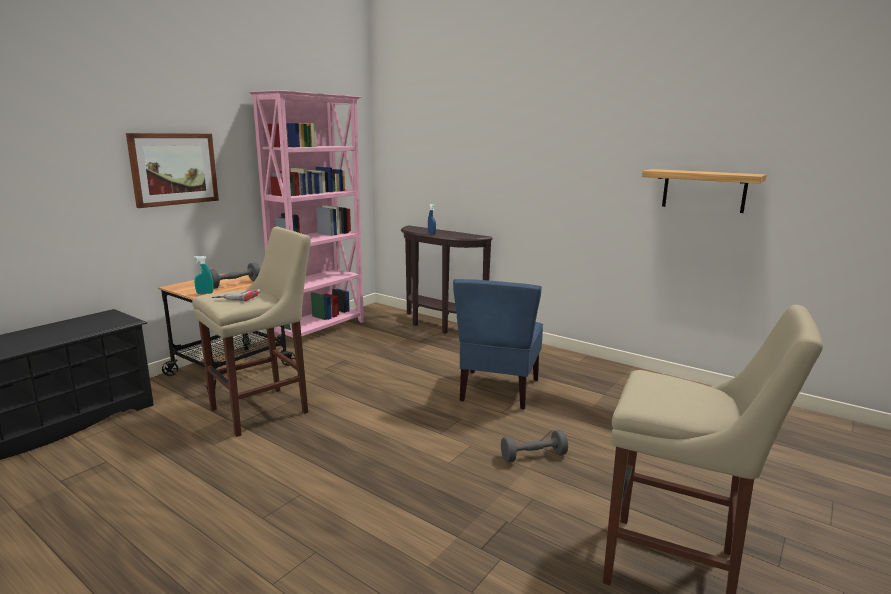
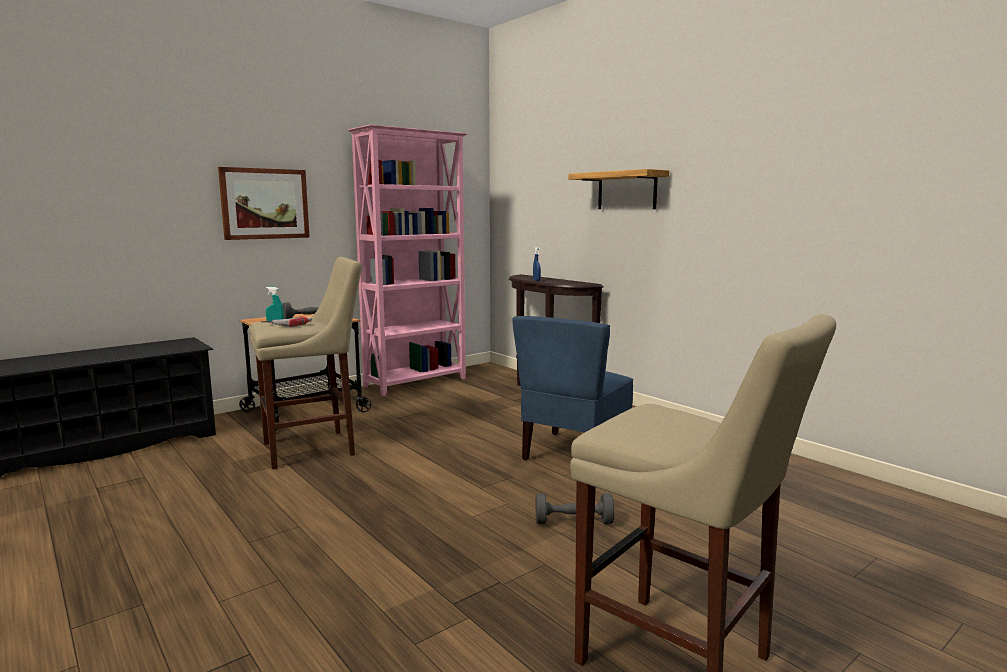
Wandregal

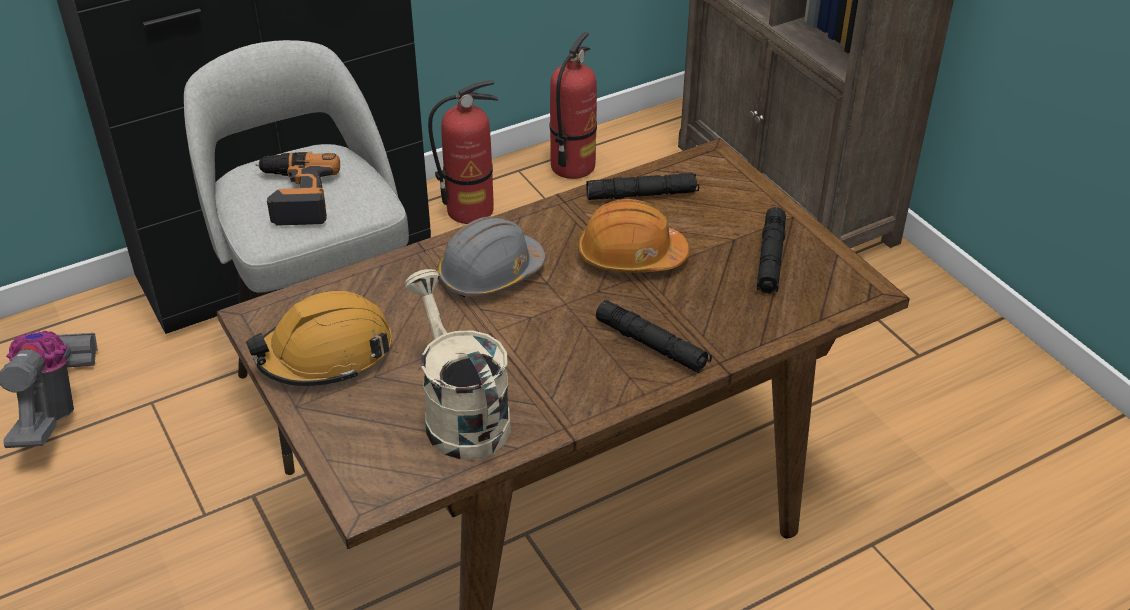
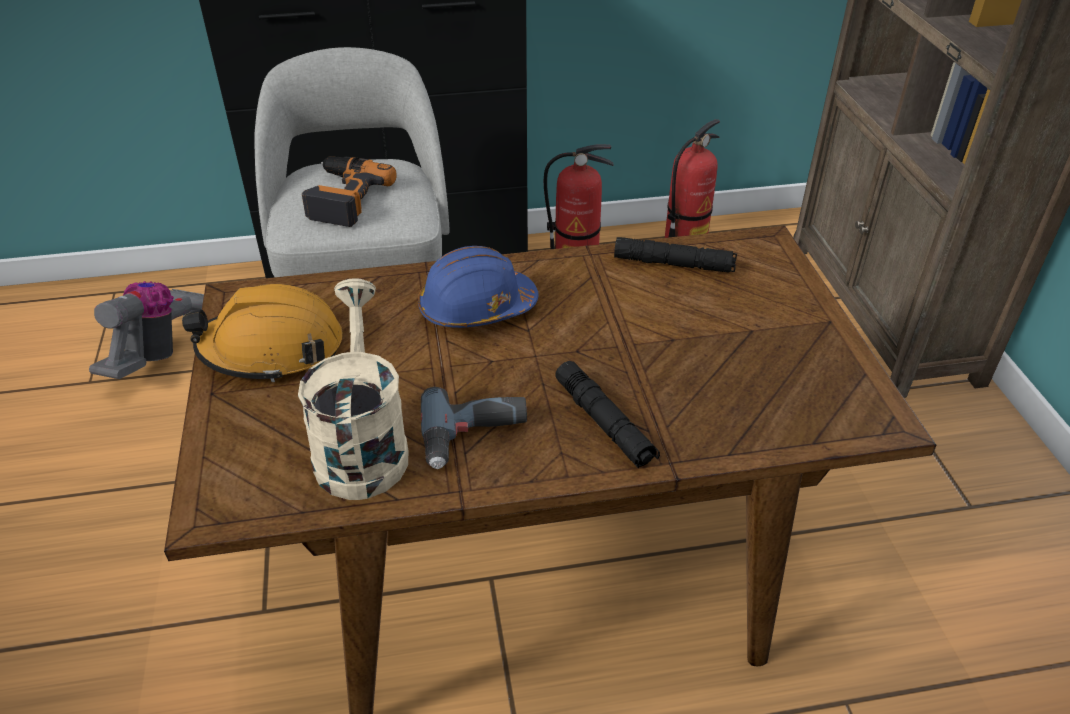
Schutzhelm/orange (2nd from left in the first image)
Taschenlampe/schwarz (3rd from left in the first image)
Schutzhelm/blau
Bohrmaschine (2nd from left)

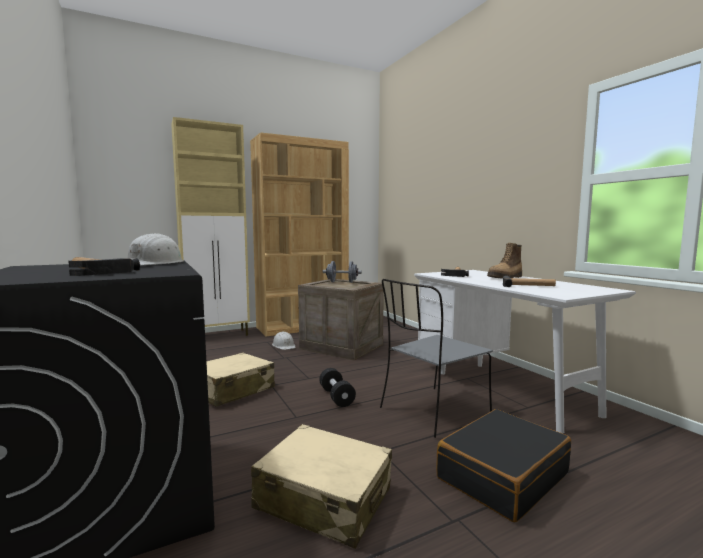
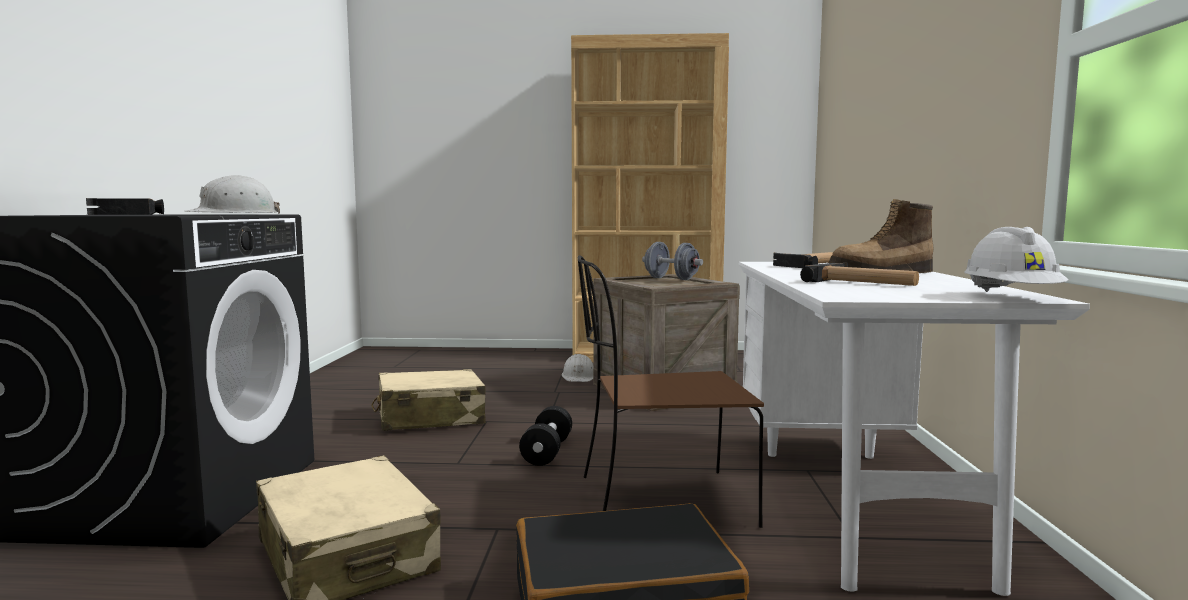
Schrank/beige
Stuhl/braun
Schutzhelm/weiß (3rd from left)

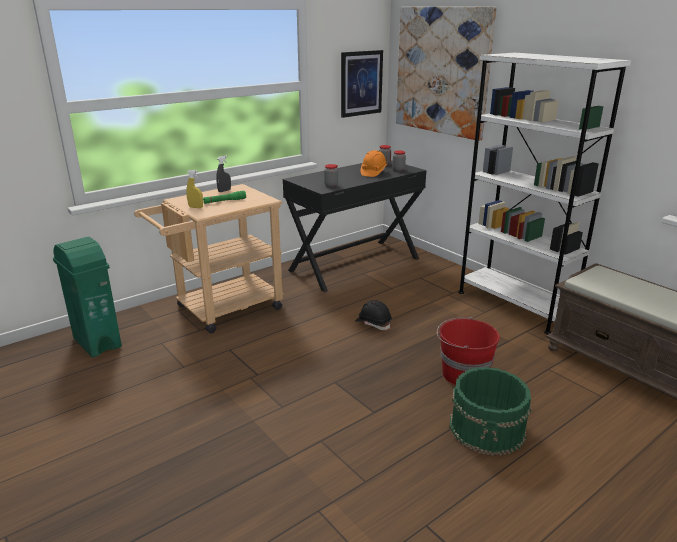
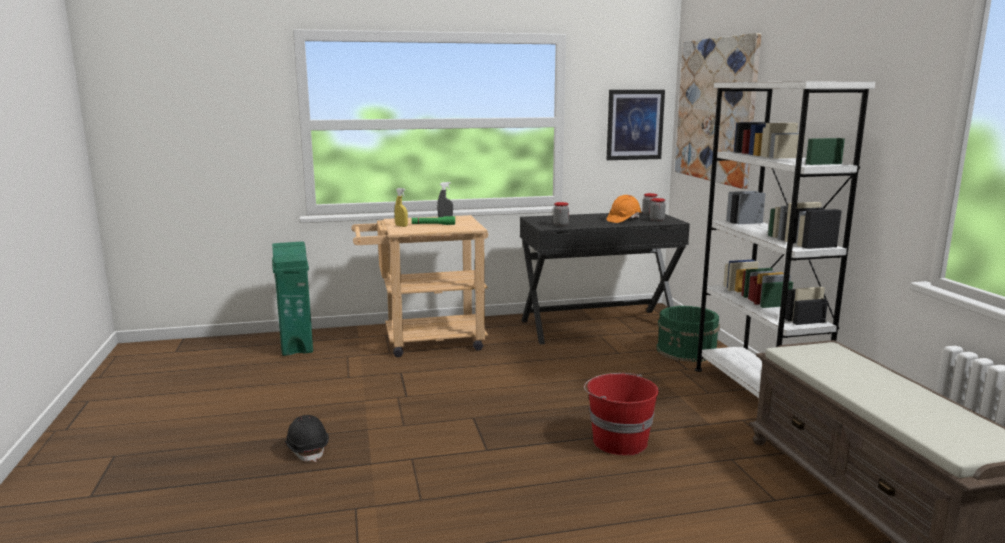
Schutzhelm/schwarz
Eimer/grün

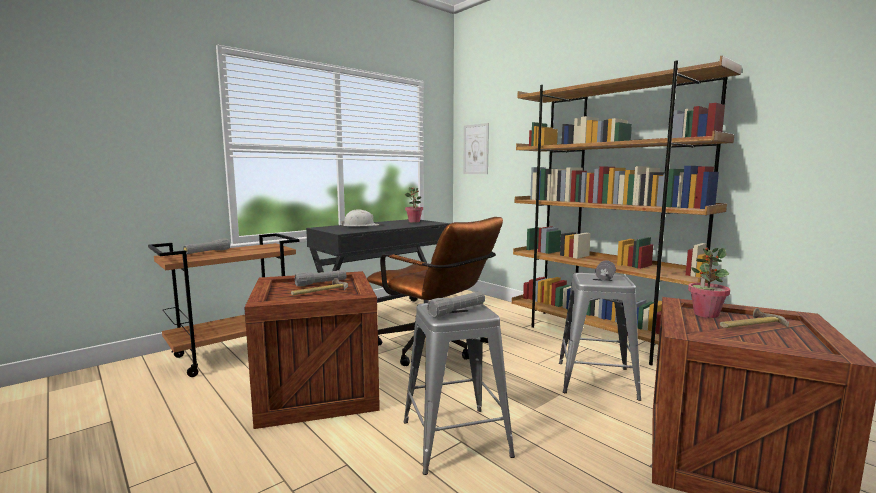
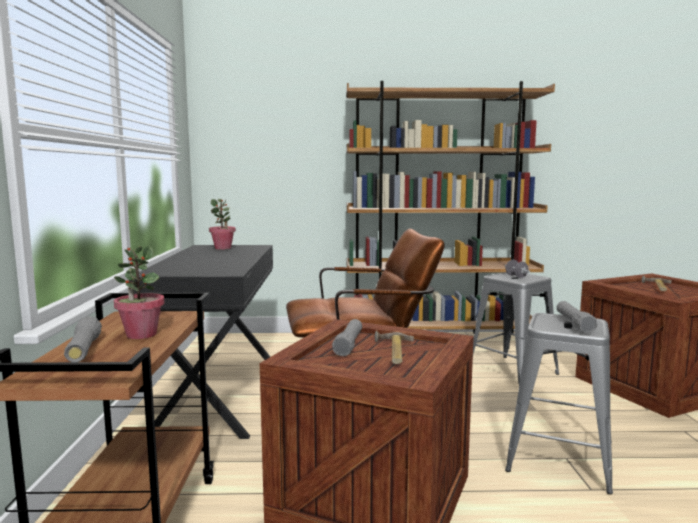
Bild
Schutzhelm/weiß
Topfpflanze (1st from left)

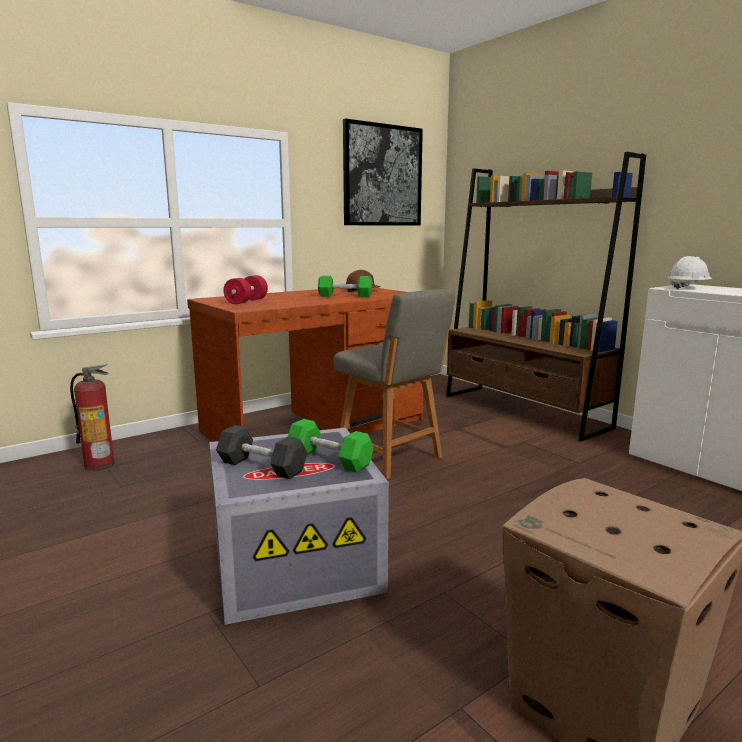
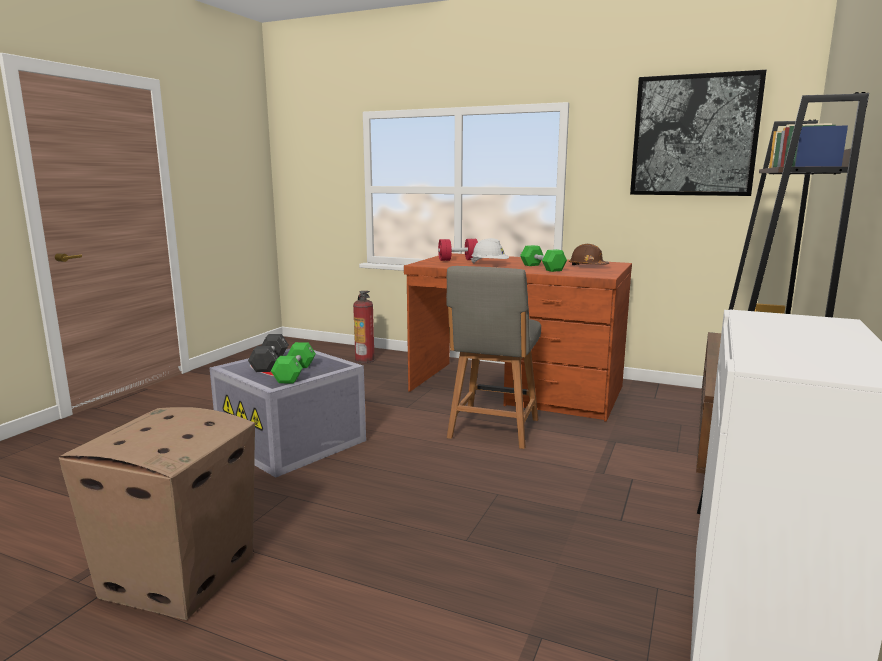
Schutzhelm/weiß

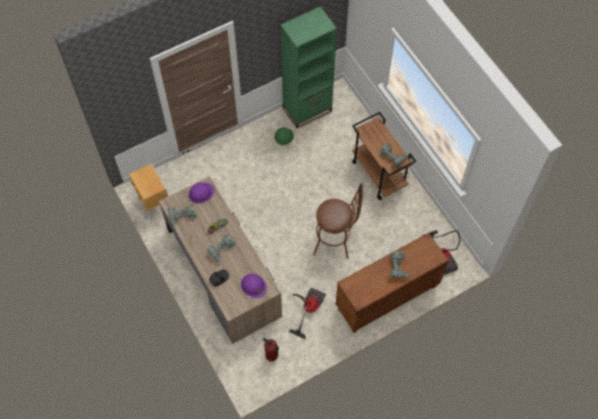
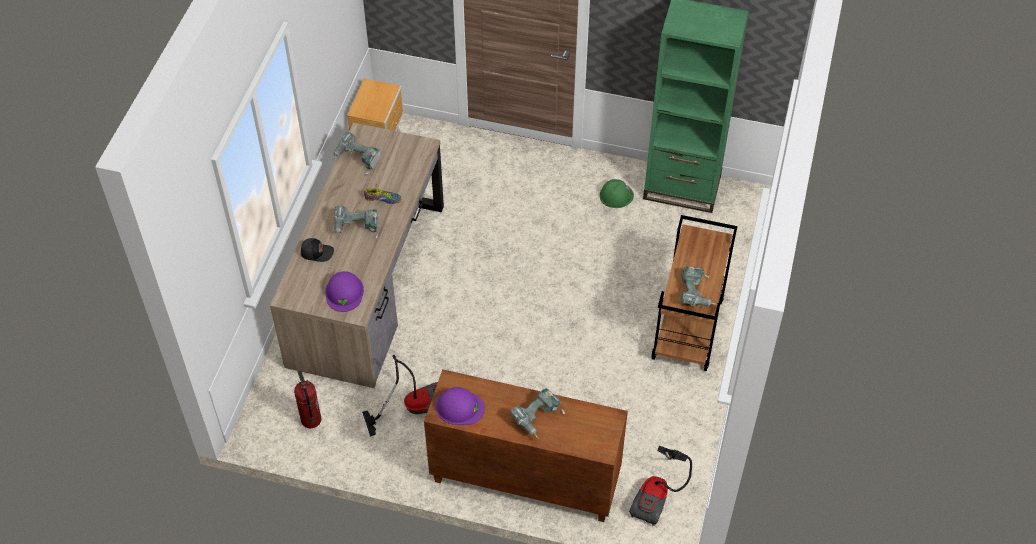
Schutzhelm/lila (2nd from left)
Hocker/braun

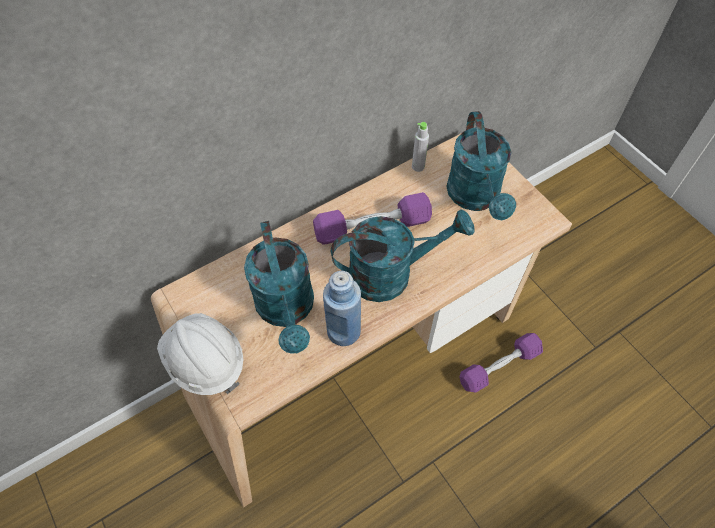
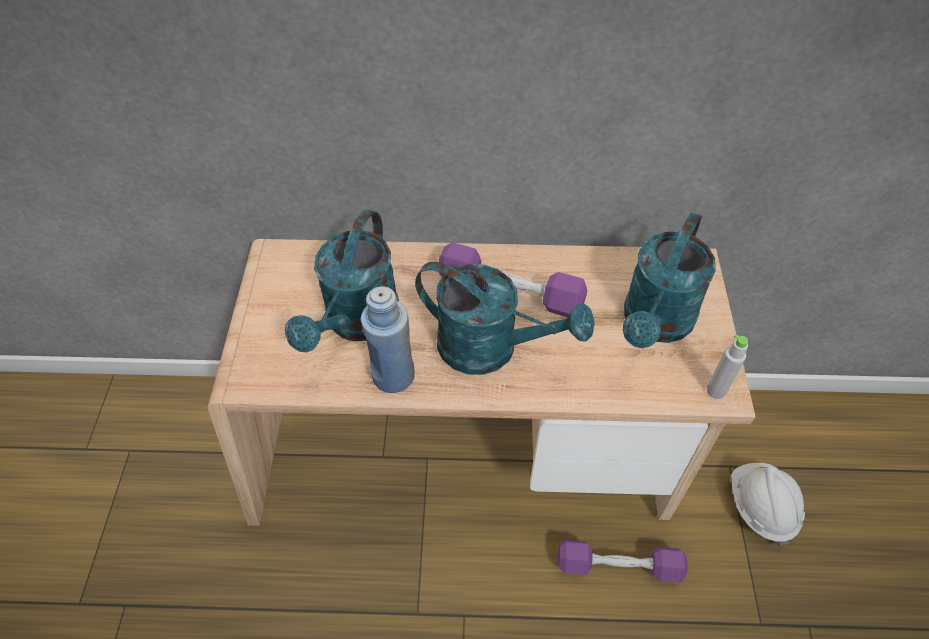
Flasche/grau
Schutzhelm/weiß

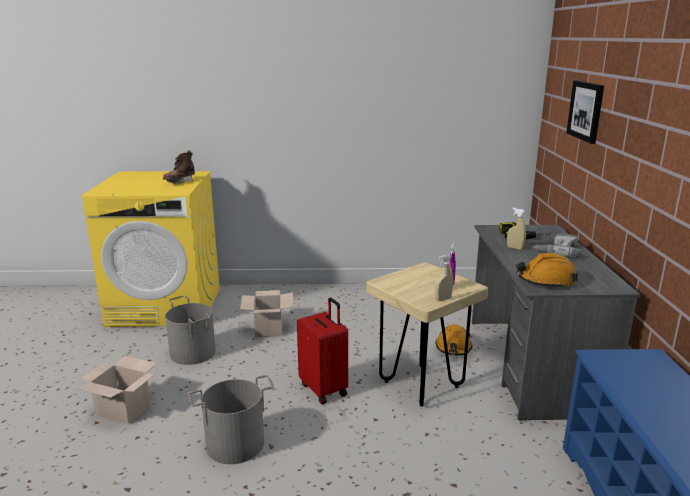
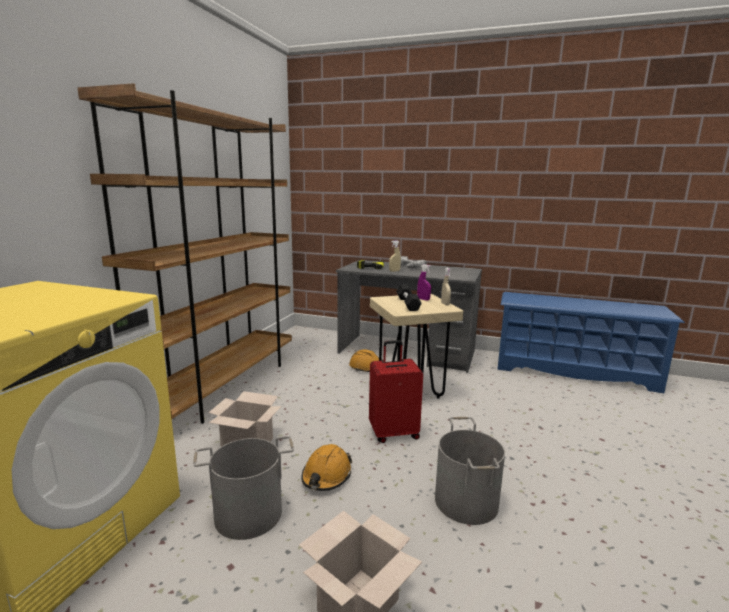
Bild
Stiefel/braun
Schutzhelm/orange (1st from left)
Bücherregal/braun
Hantel/schwarz

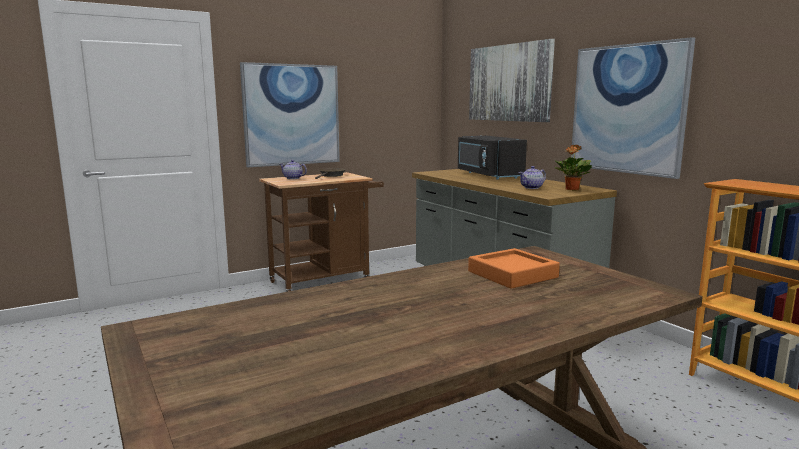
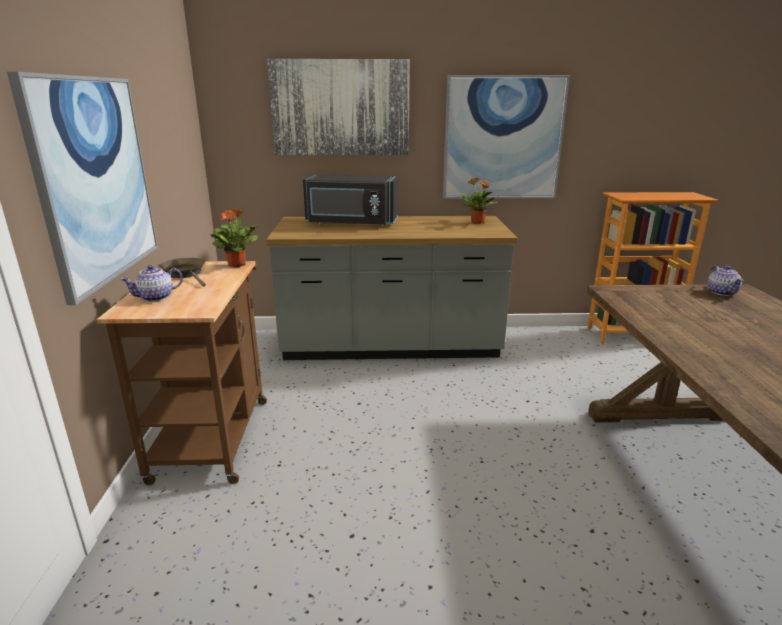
Teekanne (2nd from left)
Tablett/orange
Topfpflanze (1st from left)

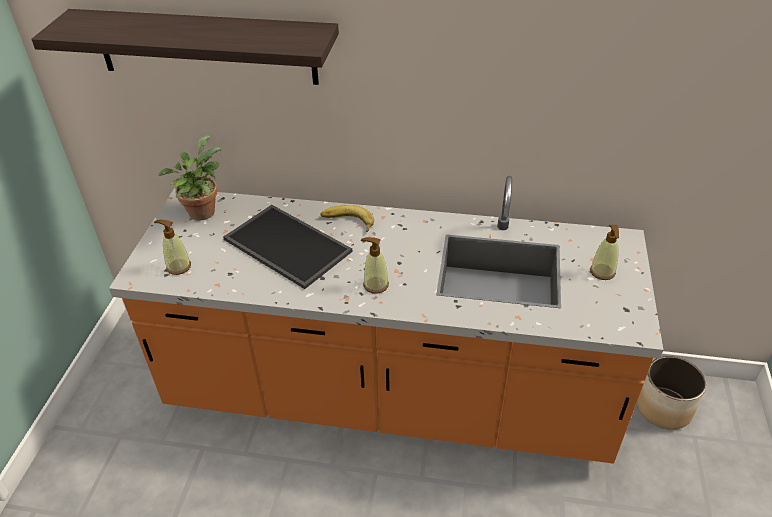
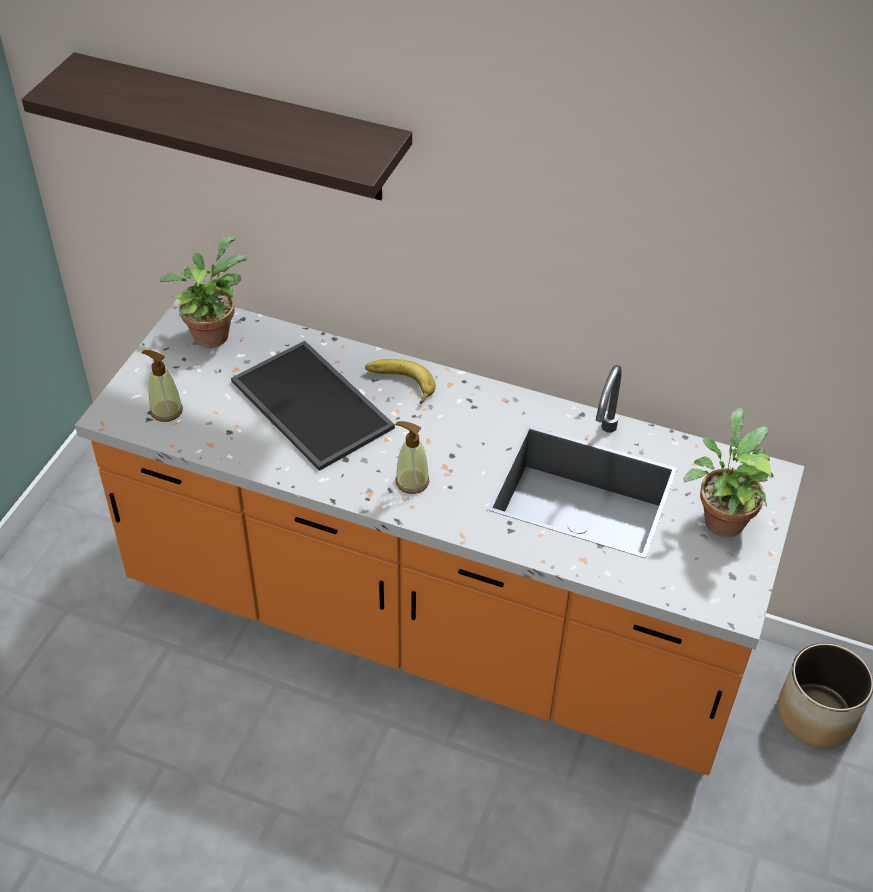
Topfpflanze (2nd from left)

